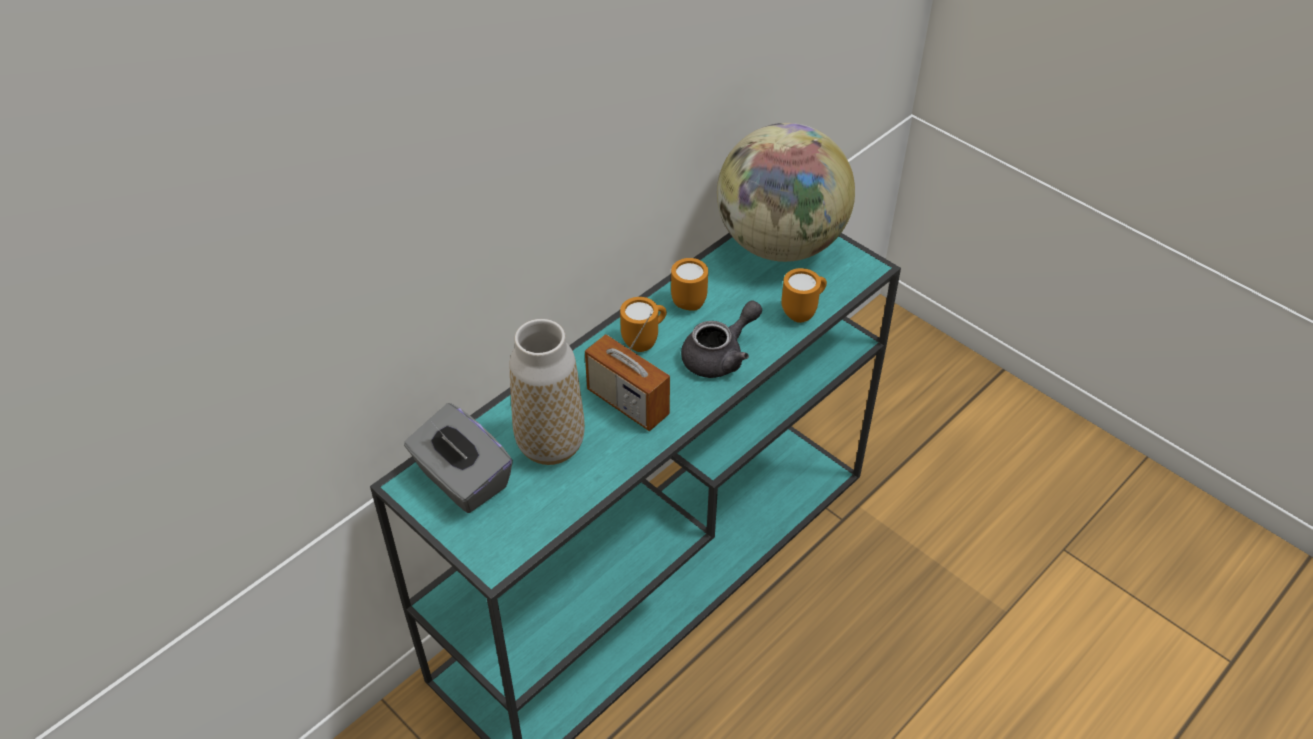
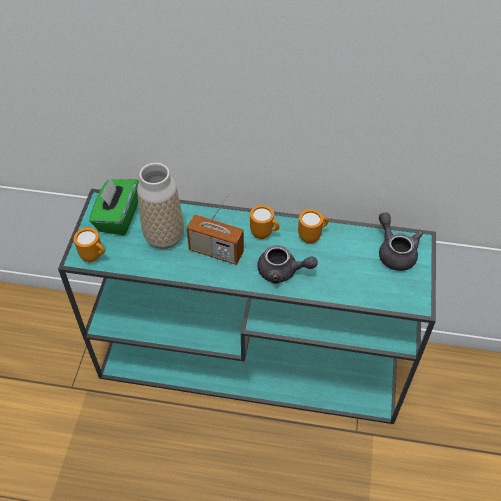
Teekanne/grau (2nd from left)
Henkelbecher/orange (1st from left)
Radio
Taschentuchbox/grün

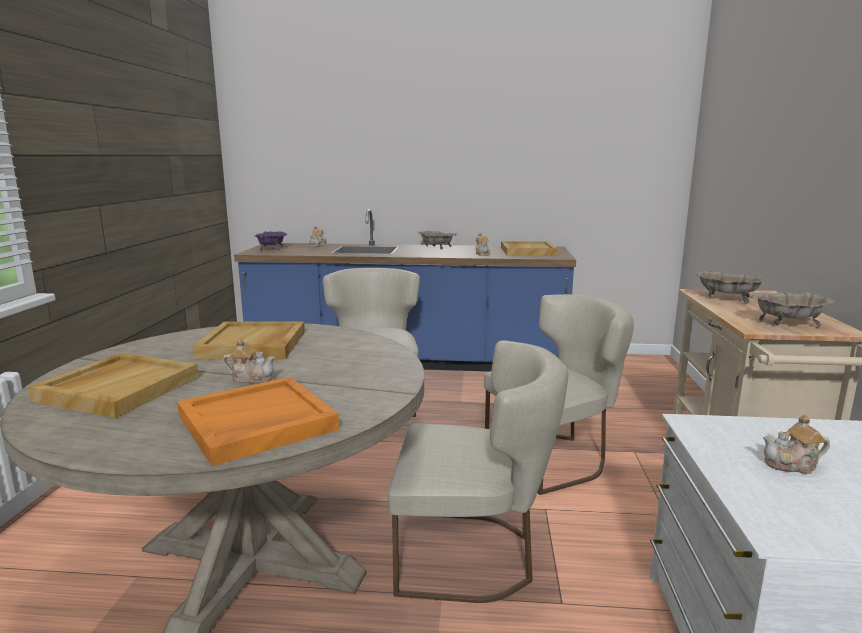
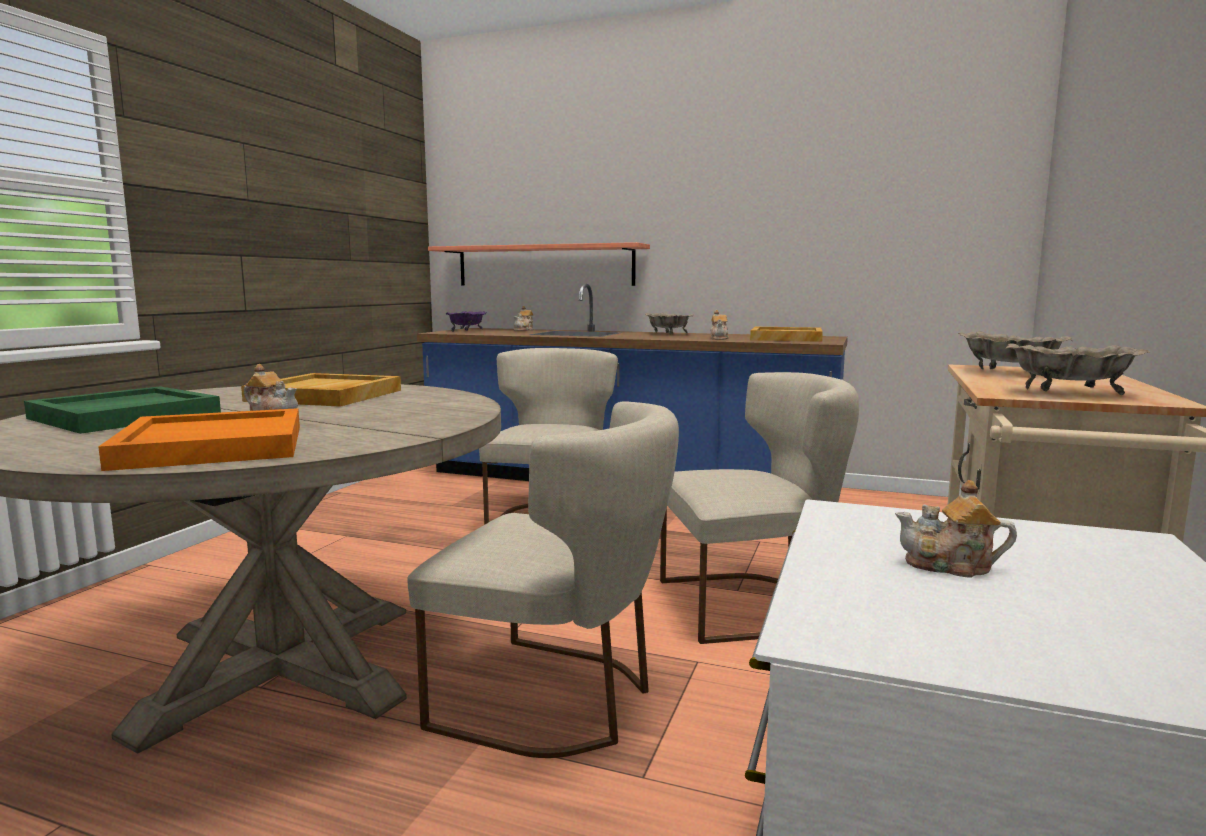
Tablett/grün
Wandregal

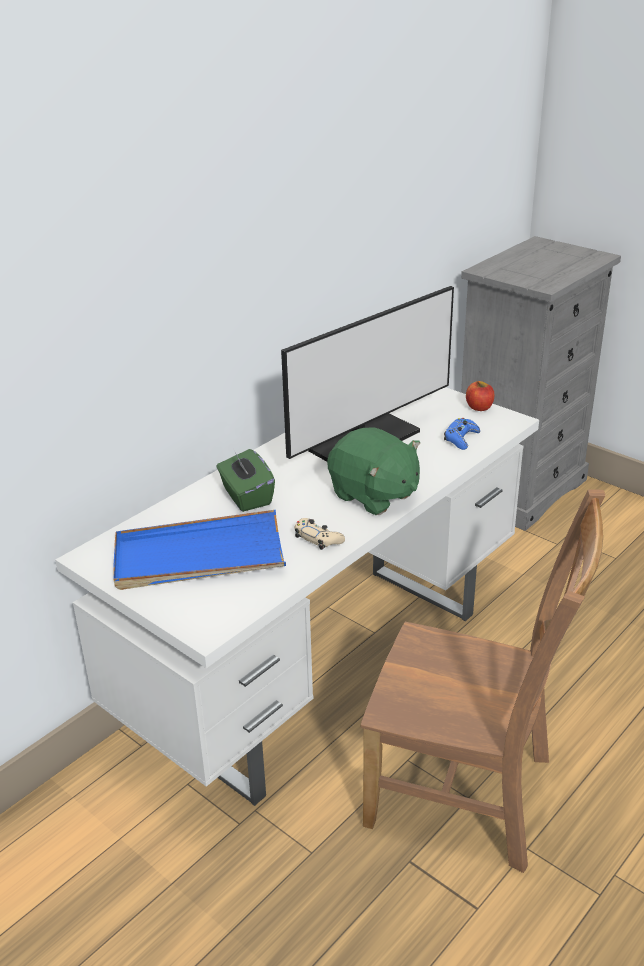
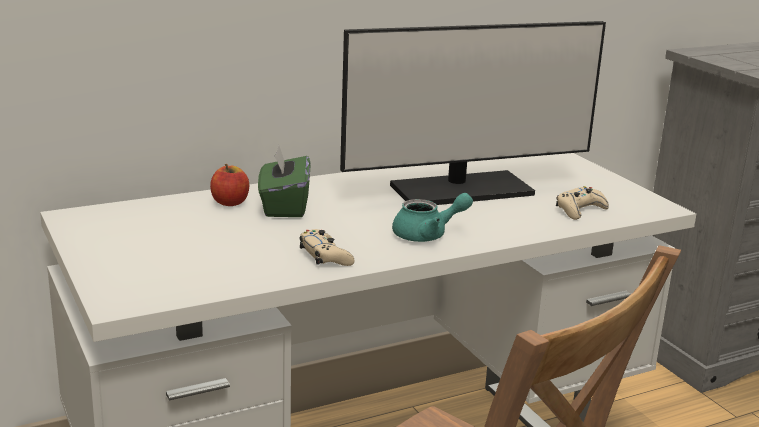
Apfel
Gamepad/beige (2nd from left)
Teekanne/türkis
Tablett/blau

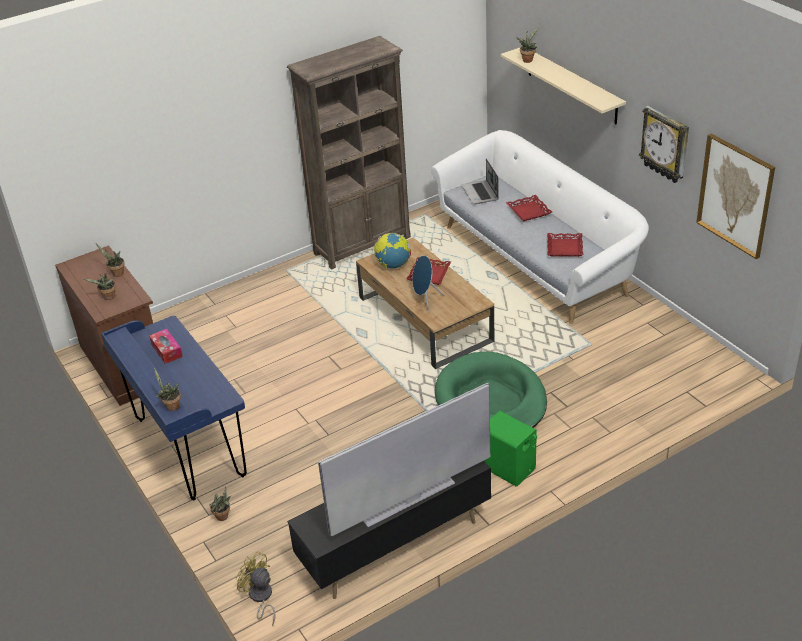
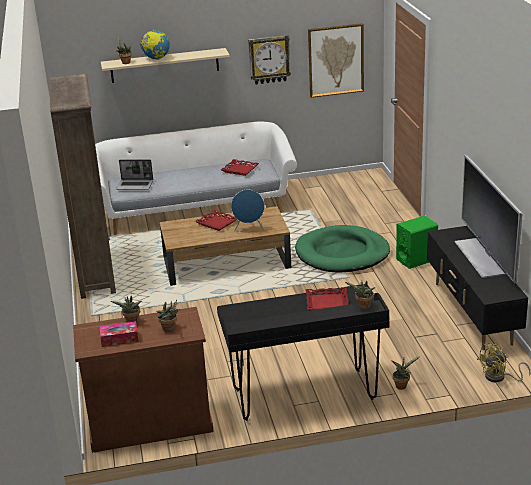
Tablett/rot (3rd from left)
Globus
Schreibtisch/schwarz
Taschentuchbox

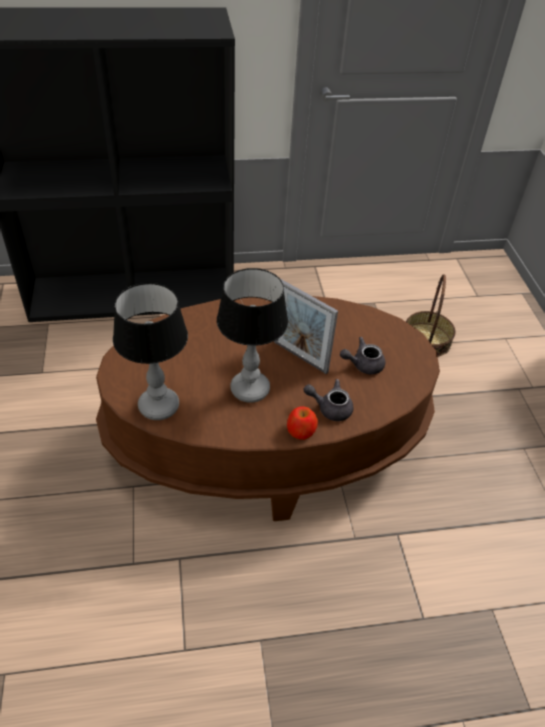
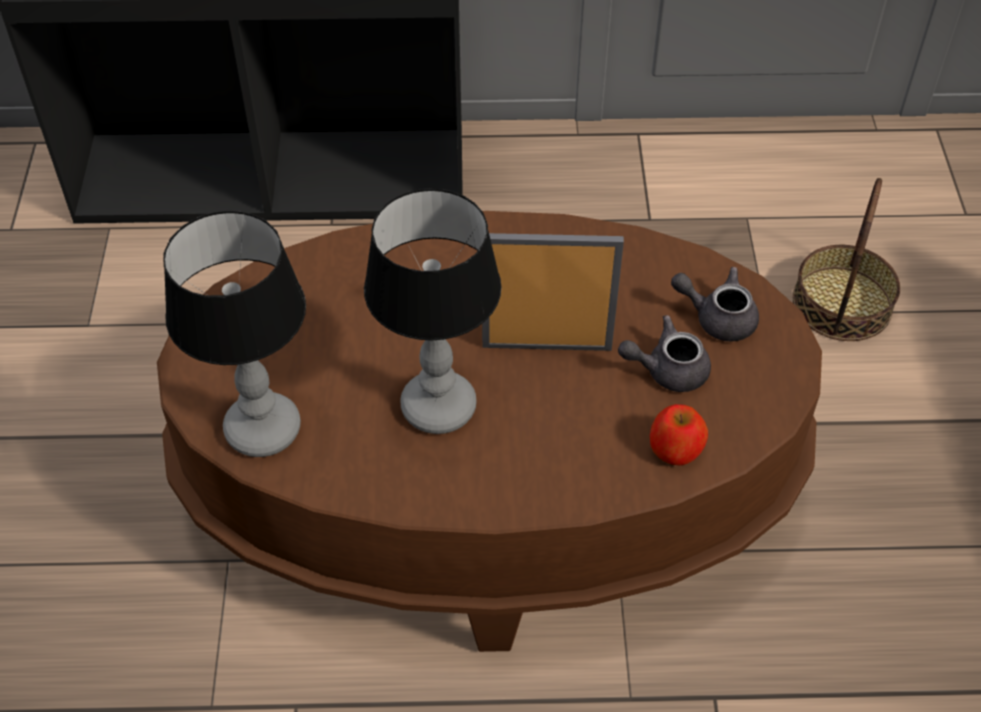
Bilderrahmen
Teekanne/grau (2nd from left)
Apfel

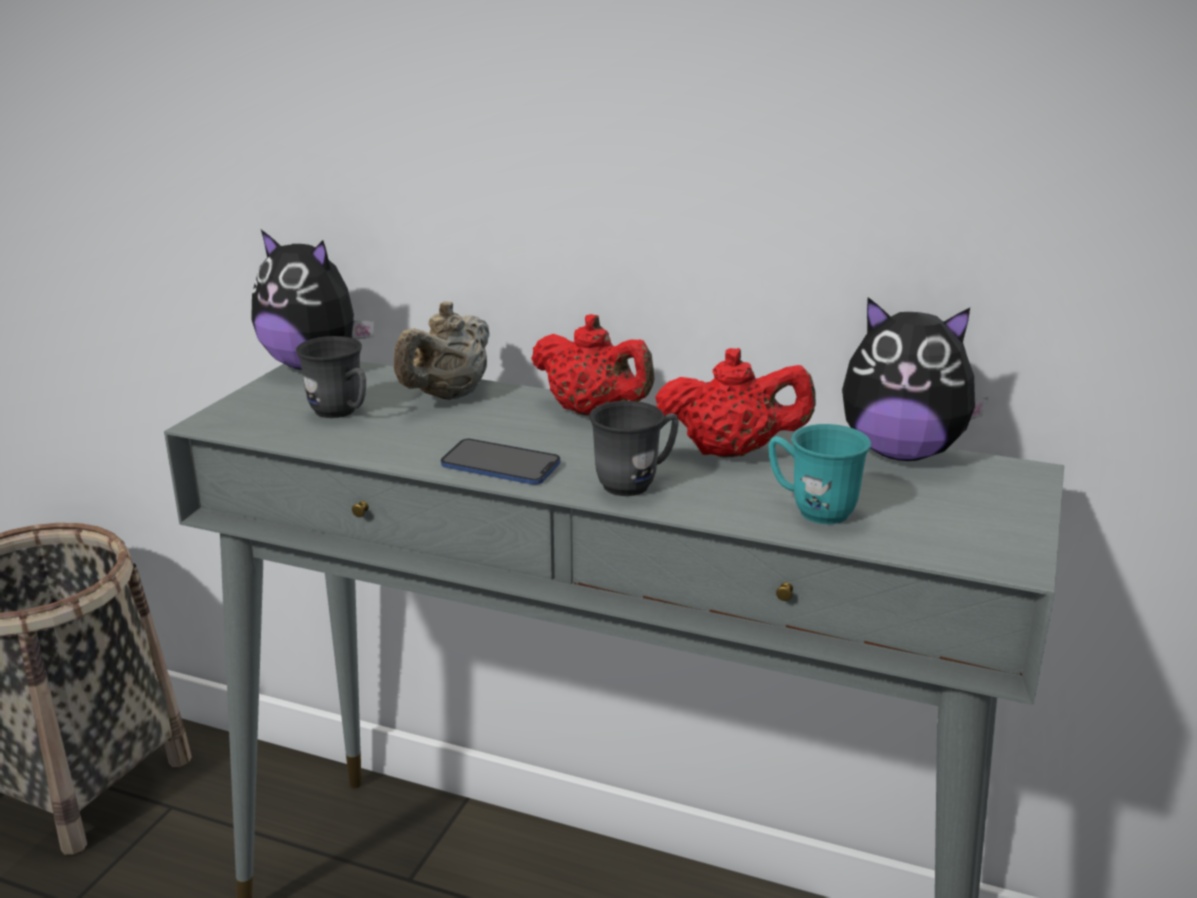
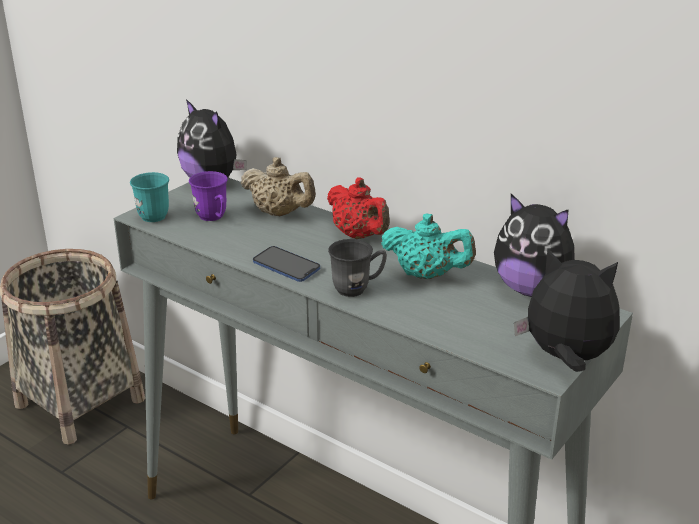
Teekanne/beige
Henkelbecher/lila
Teekanne/türkis
Henkelbecher/türkis
Plüschtier (3rd from left)

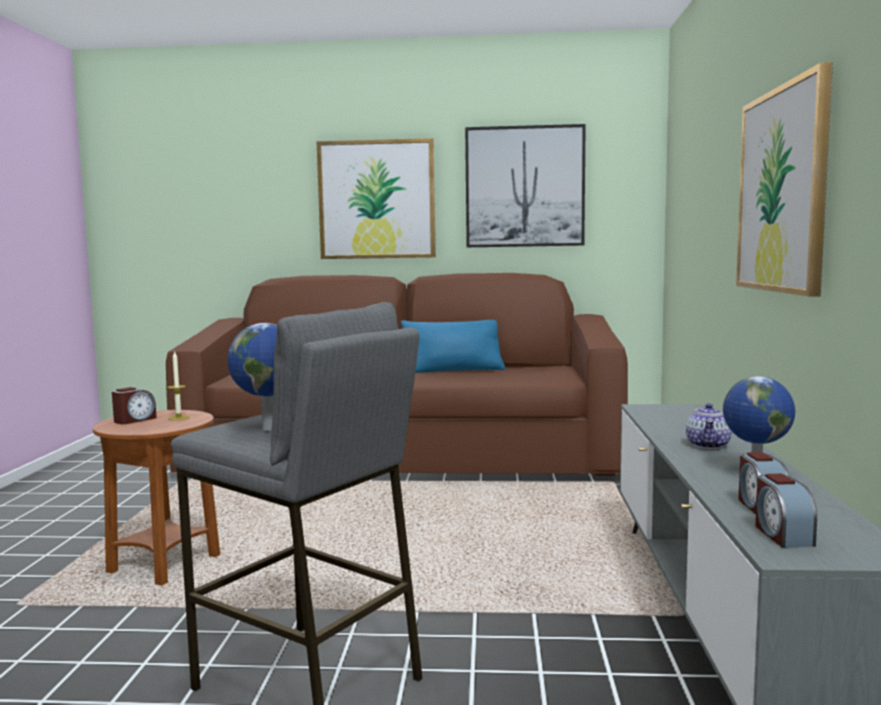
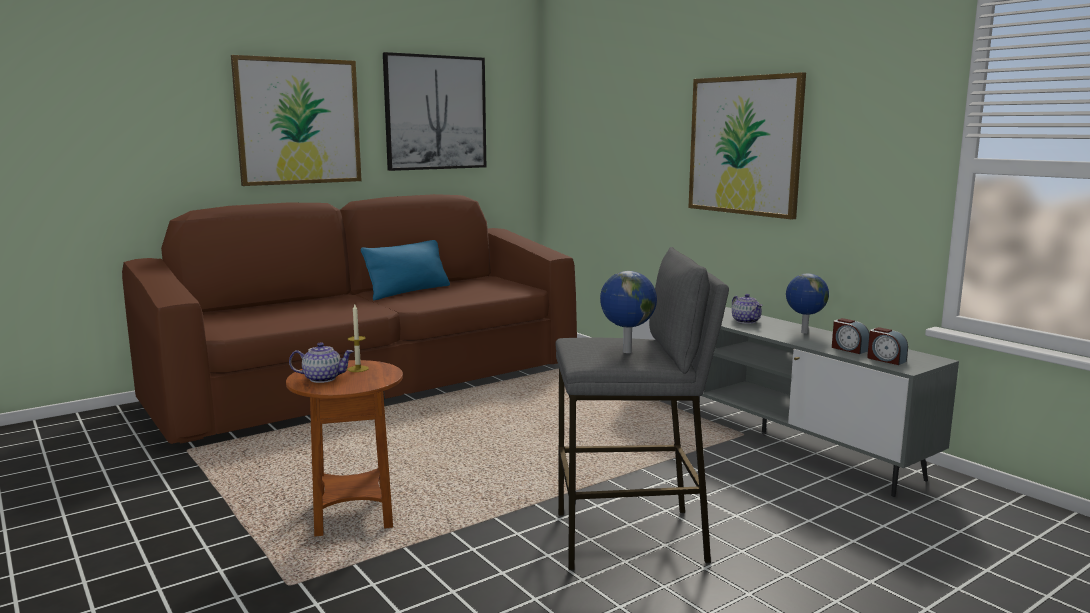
Teekanne (1st from left)

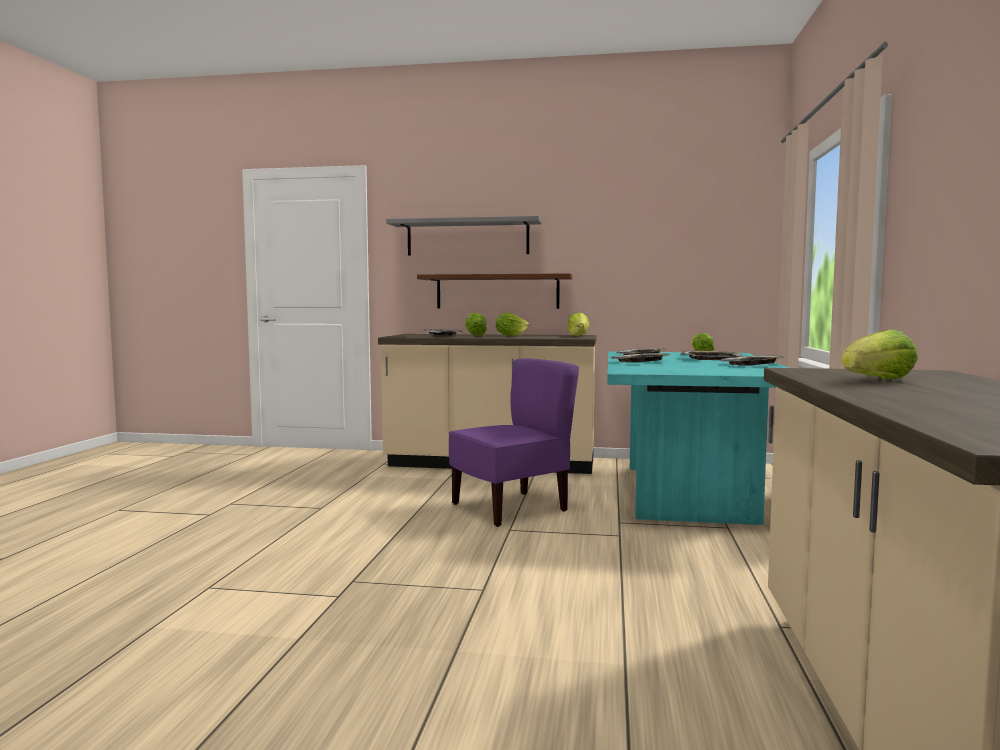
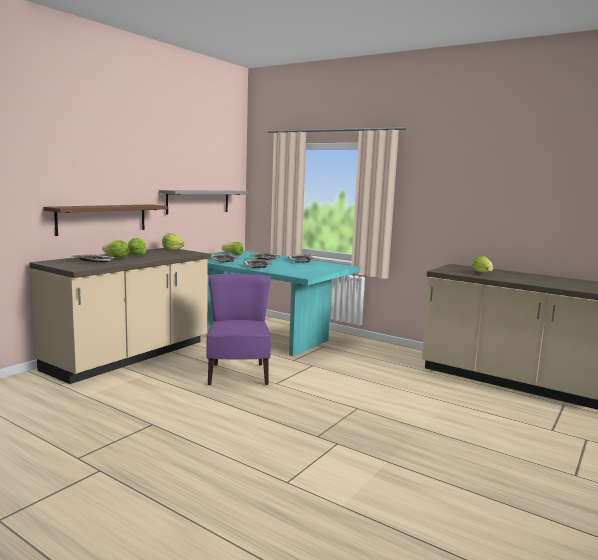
Wandregal/grau

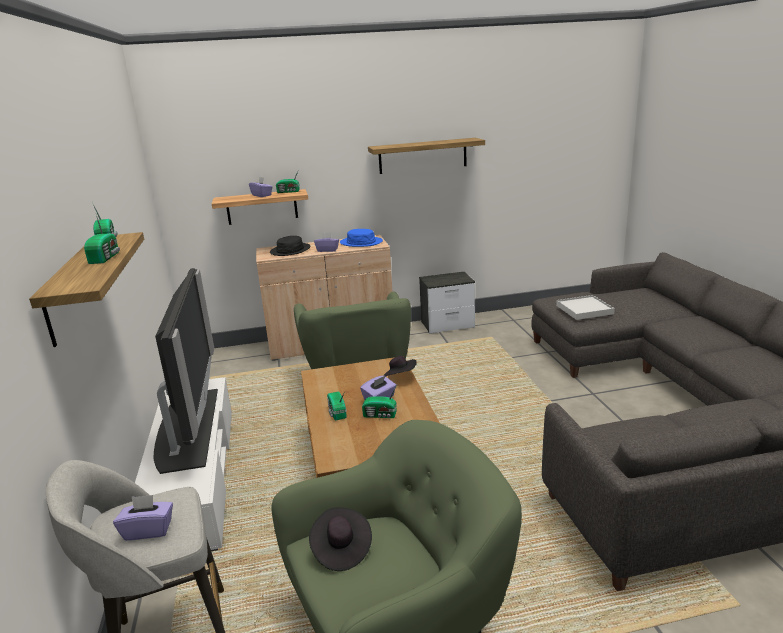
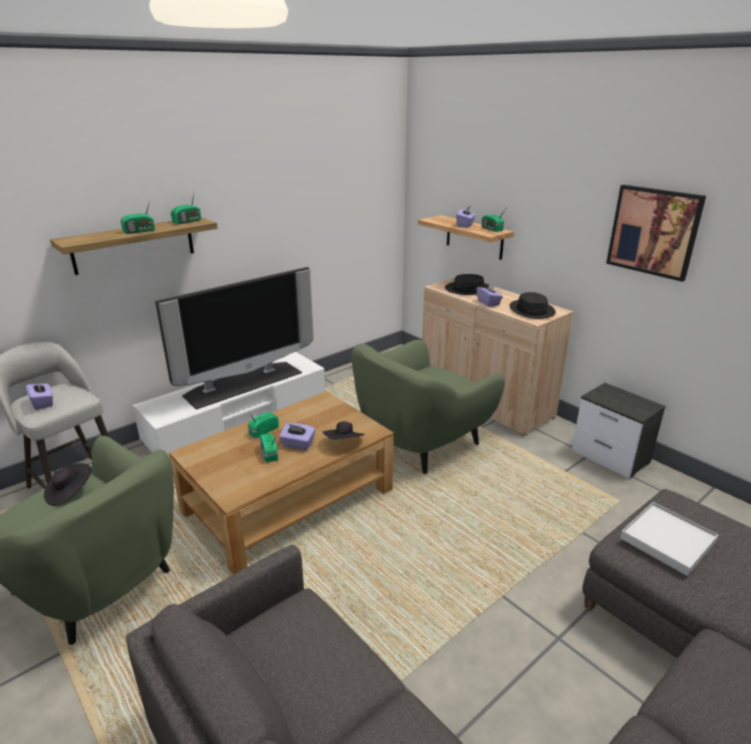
Bild
Hut/schwarz (4th from left)

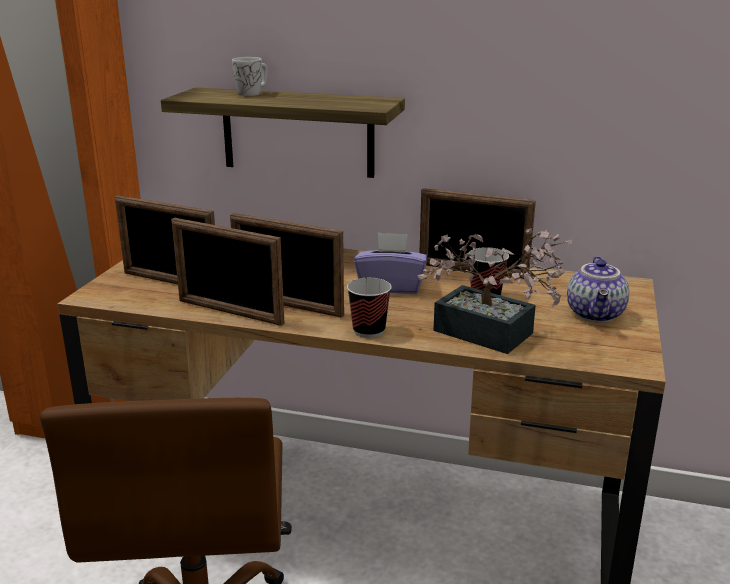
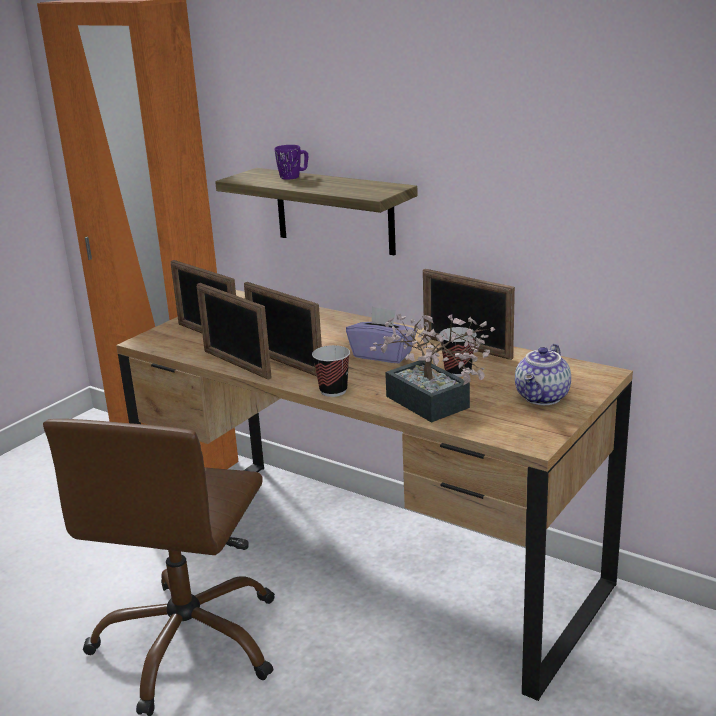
Henkelbecher/lila

